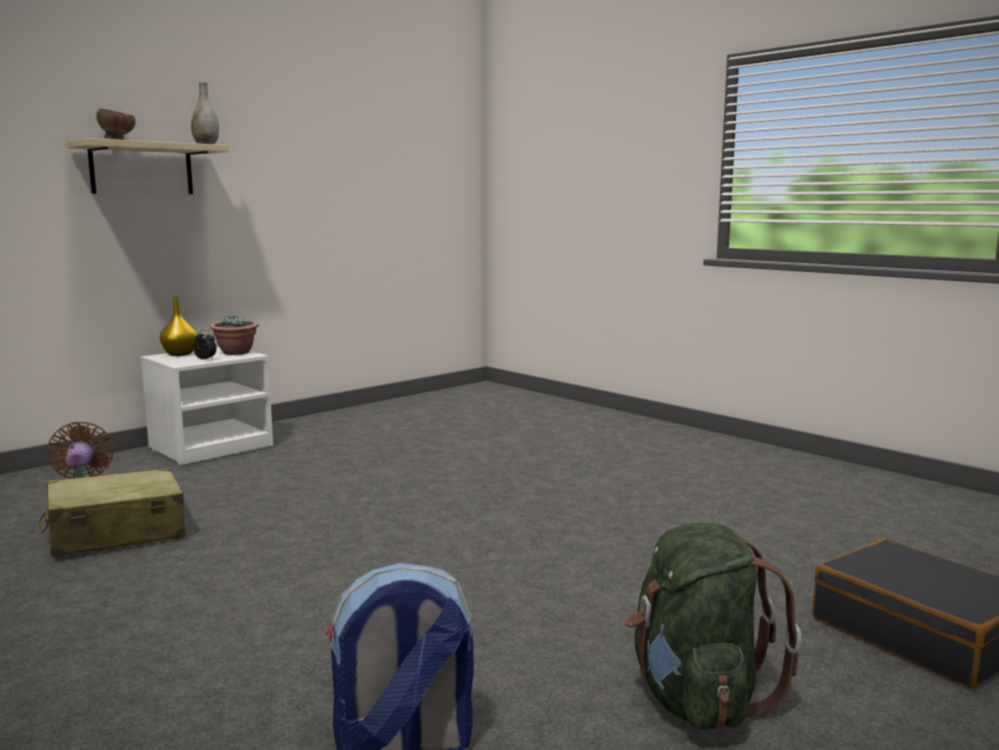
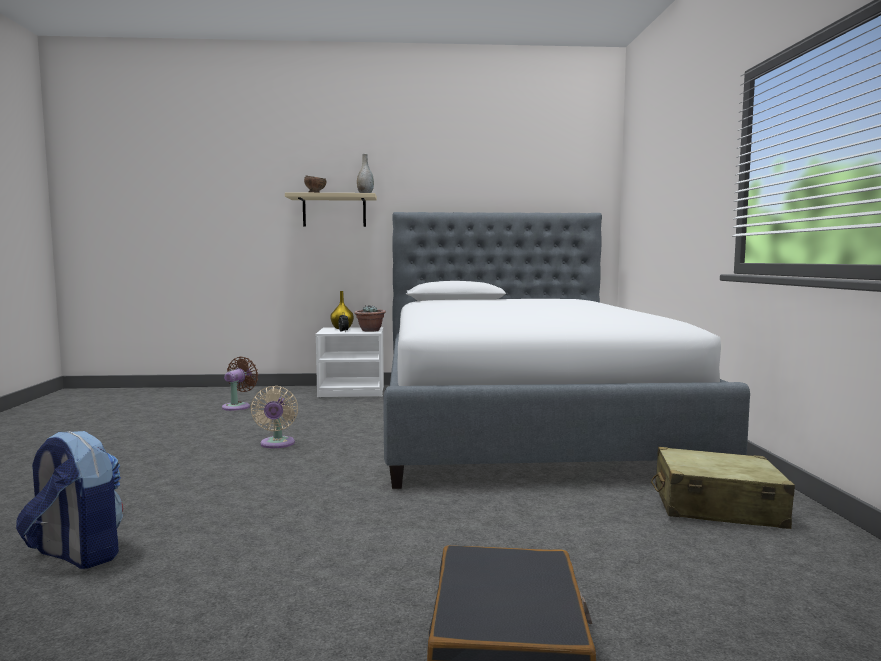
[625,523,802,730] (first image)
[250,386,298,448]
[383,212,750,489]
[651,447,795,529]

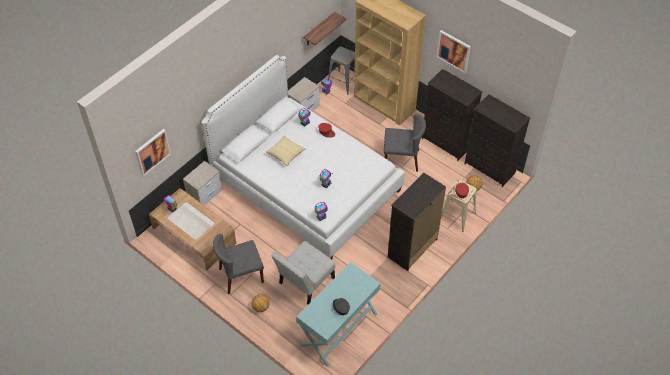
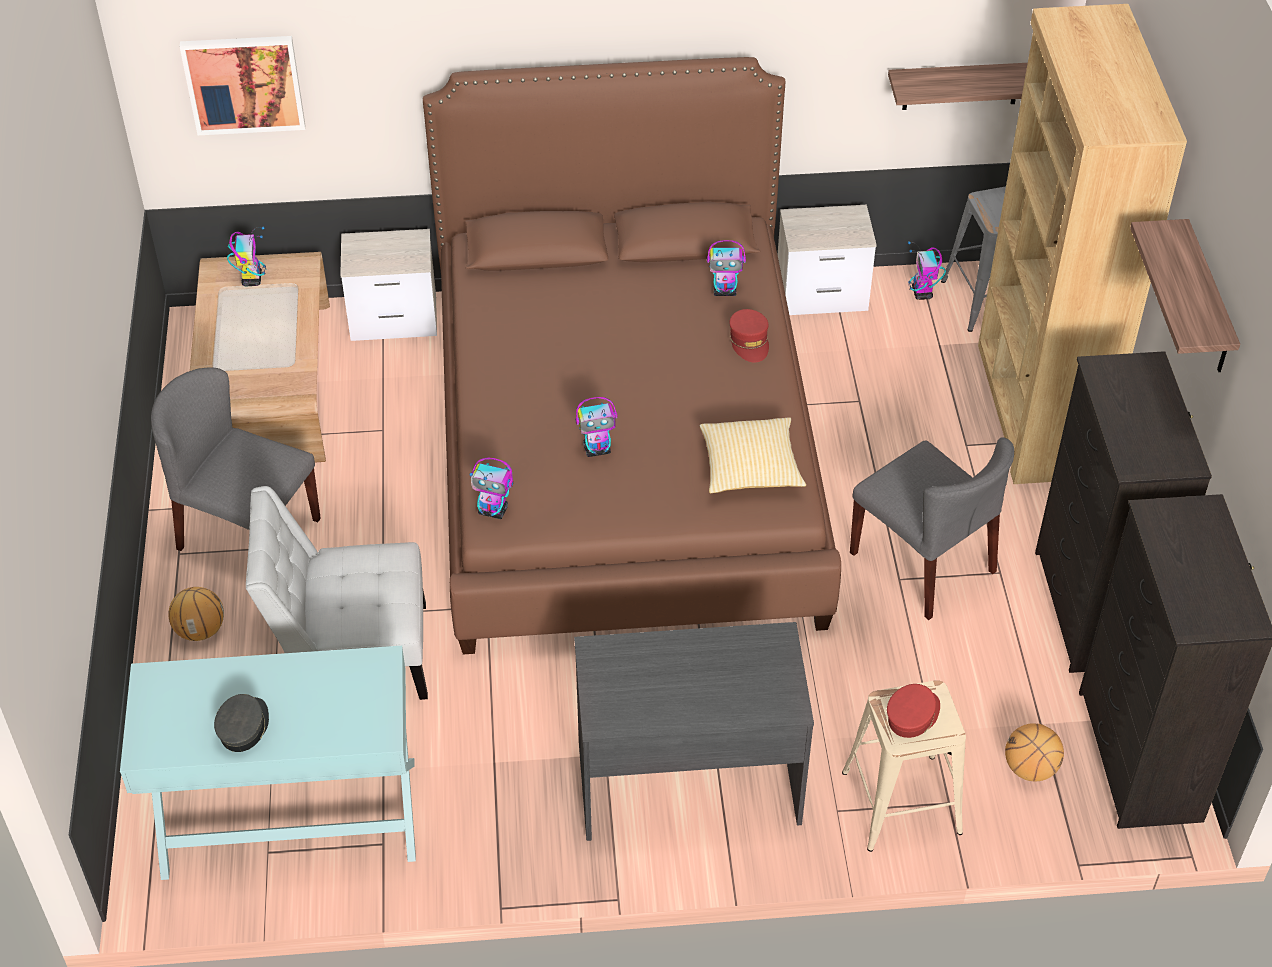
[700,417,806,493]
[574,622,814,841]
[1130,219,1240,372]
[423,57,841,654]

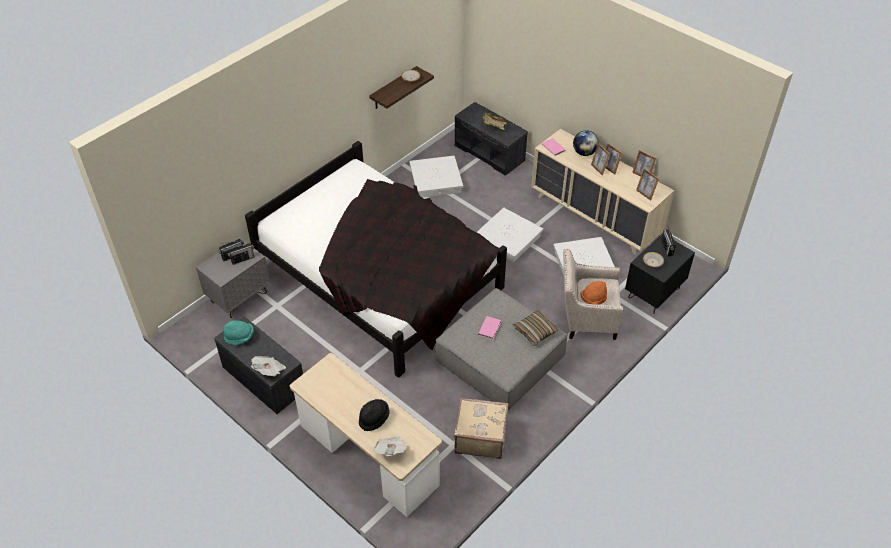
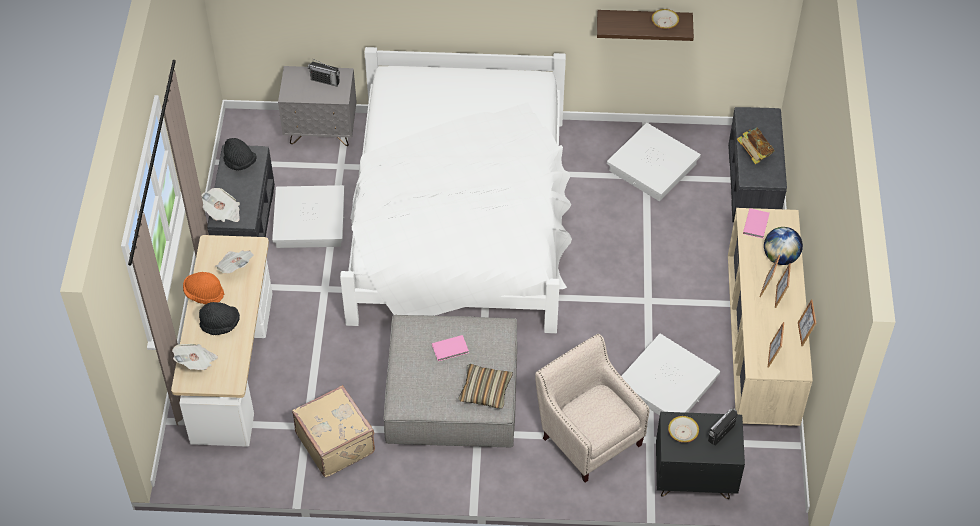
[228,243,254,265] (first image)
[215,250,253,273]
[272,185,345,248]
[183,272,224,304]
[223,138,257,170]
[340,47,572,333]

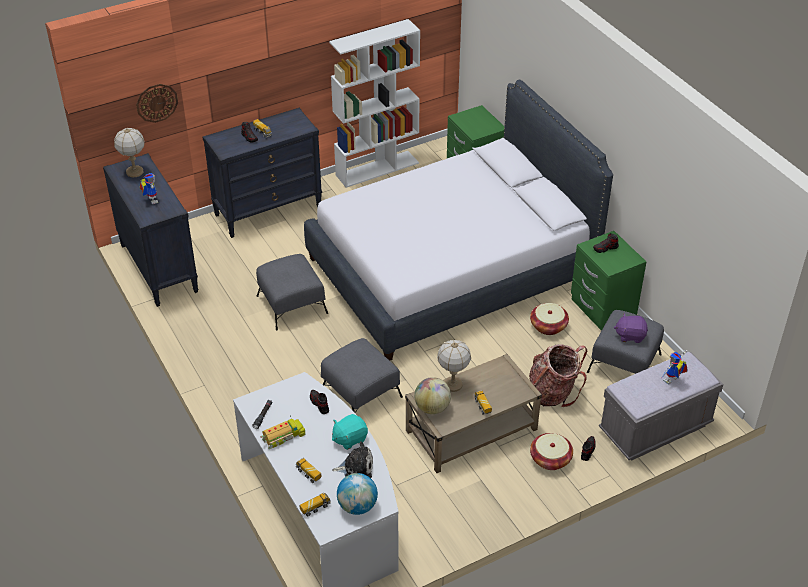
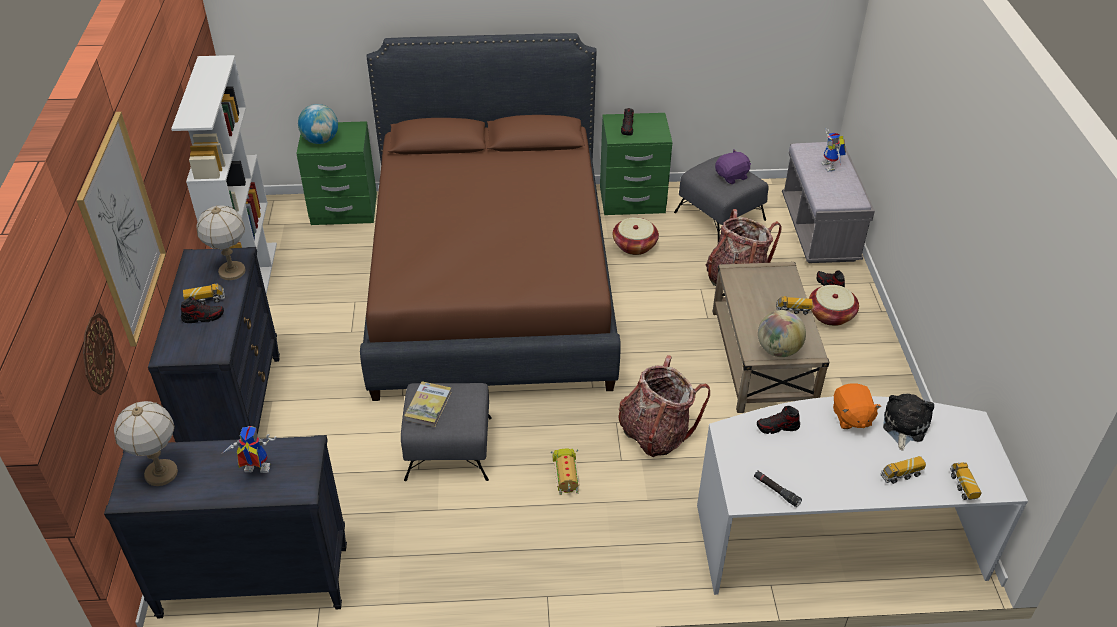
[77,112,166,347]
[404,381,452,427]
[551,449,580,495]
[298,104,338,144]
[197,205,246,280]
[619,355,710,457]
[360,33,621,401]
[833,383,882,429]
[715,150,751,184]

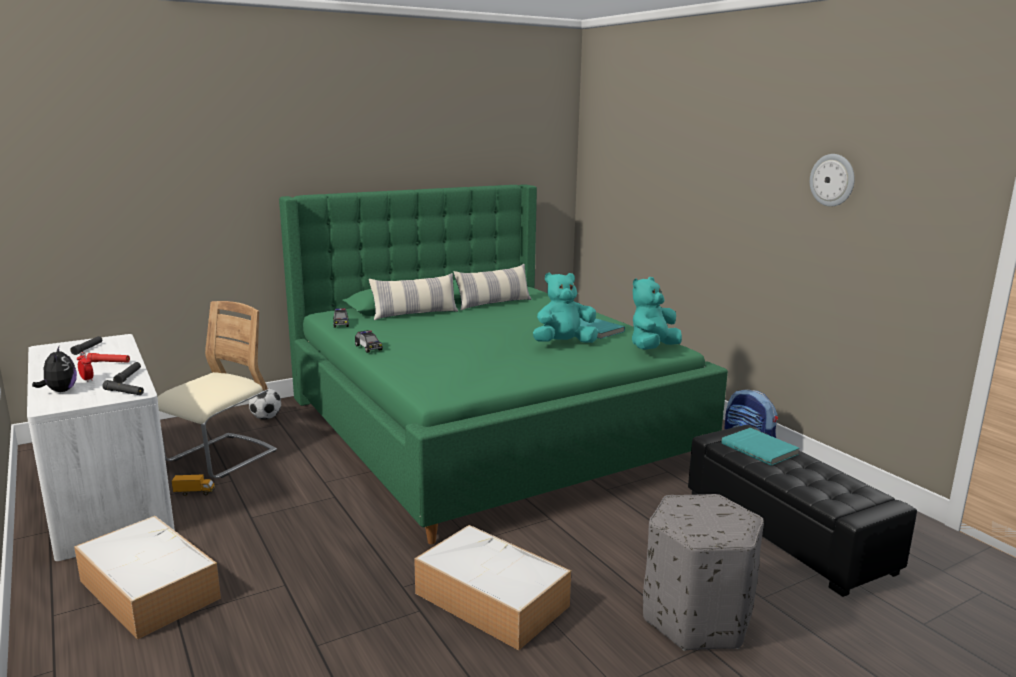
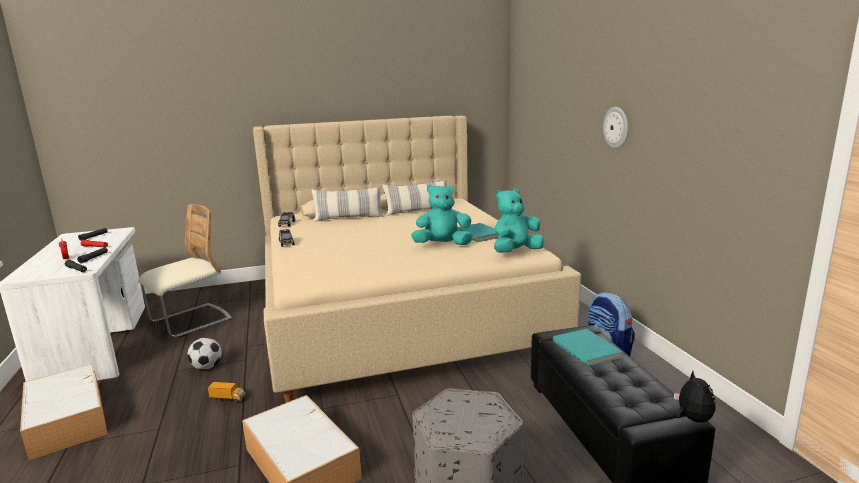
[674,371,715,423]
[208,382,246,403]
[187,337,222,370]
[603,107,628,149]
[253,115,581,403]

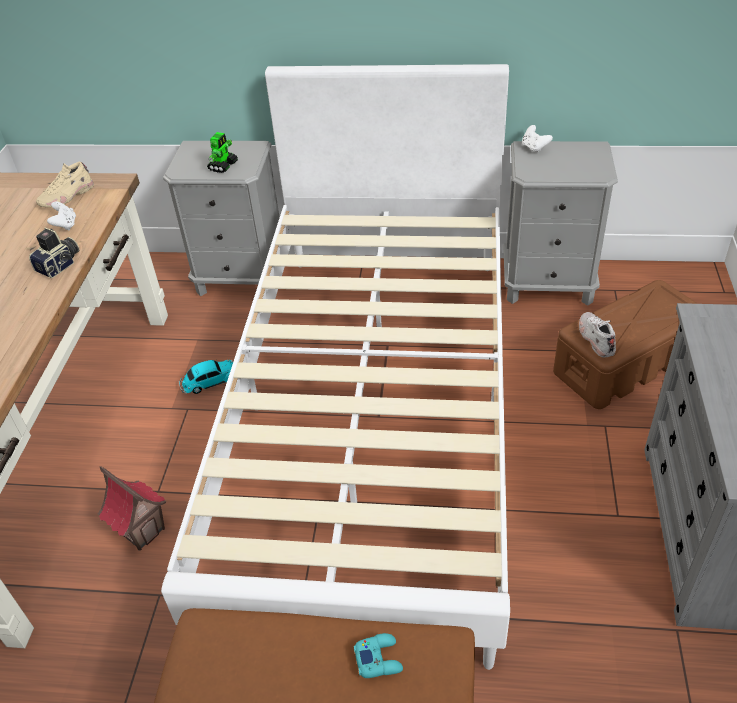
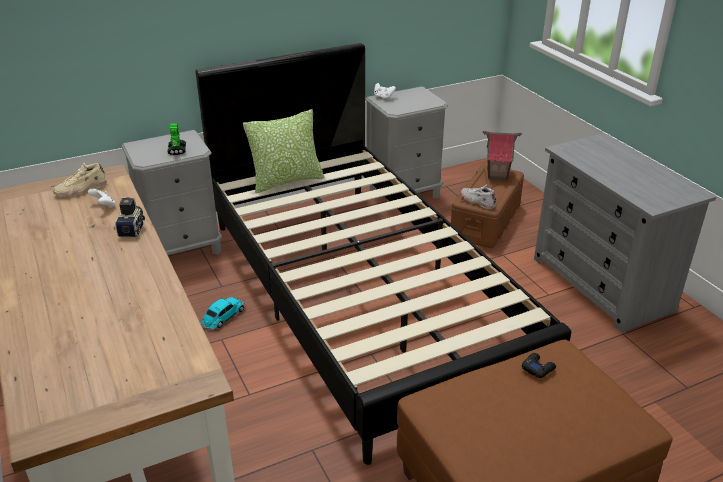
[243,109,325,194]
[483,131,522,180]
[195,43,571,465]
[522,353,556,378]
[53,162,107,197]

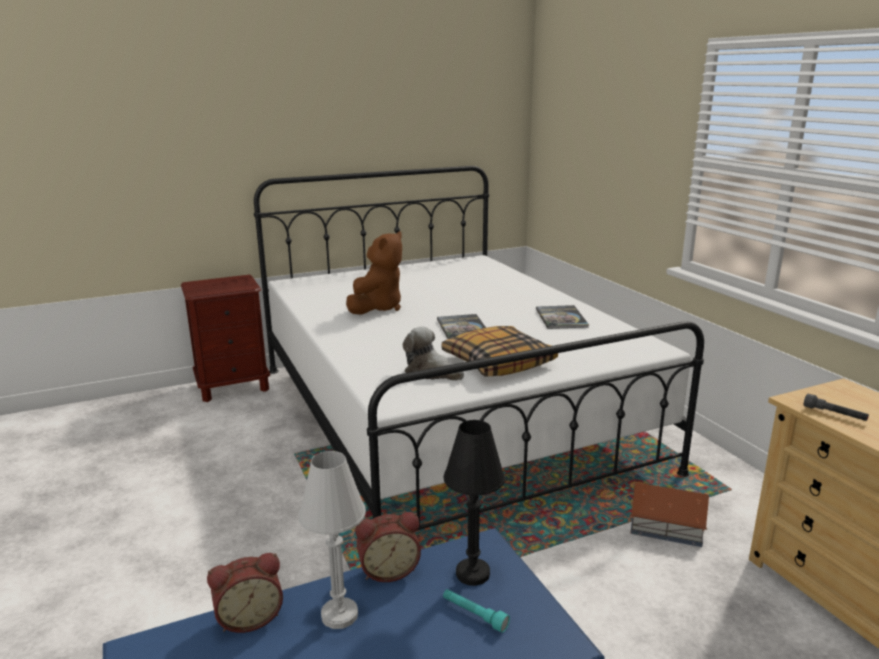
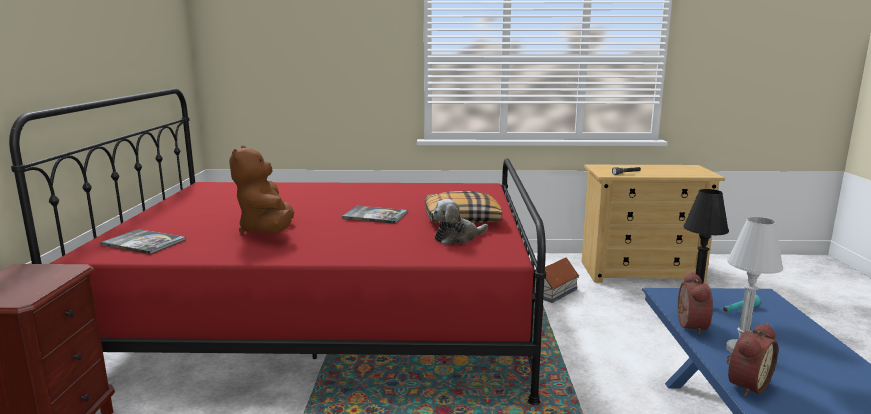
[100,229,185,254]
[9,88,546,405]
[726,323,778,397]
[229,146,294,234]

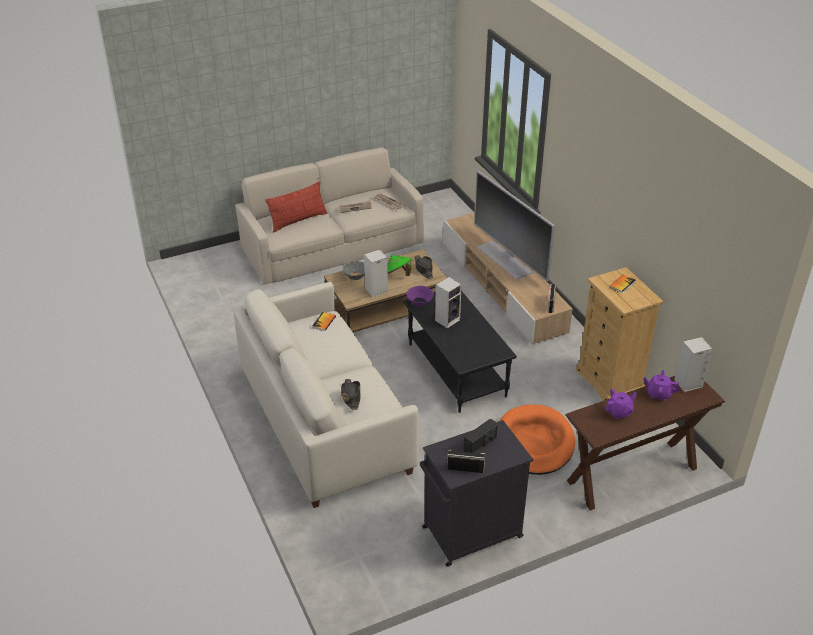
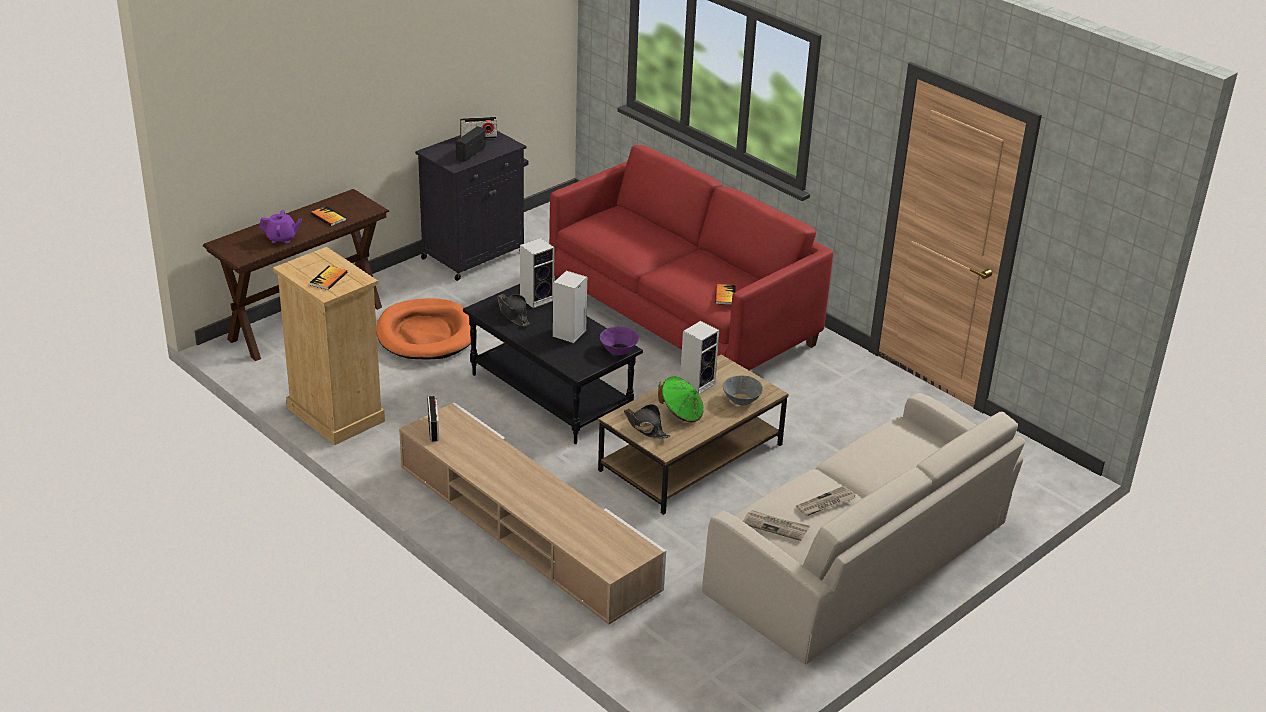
[265,181,328,233] (first image)
[474,170,555,282] (first image)
[497,294,530,327]
[520,238,555,308]
[311,206,346,226]
[549,145,833,370]

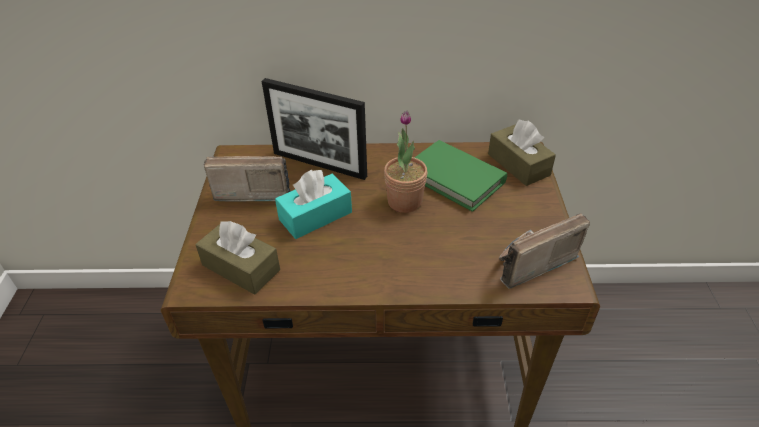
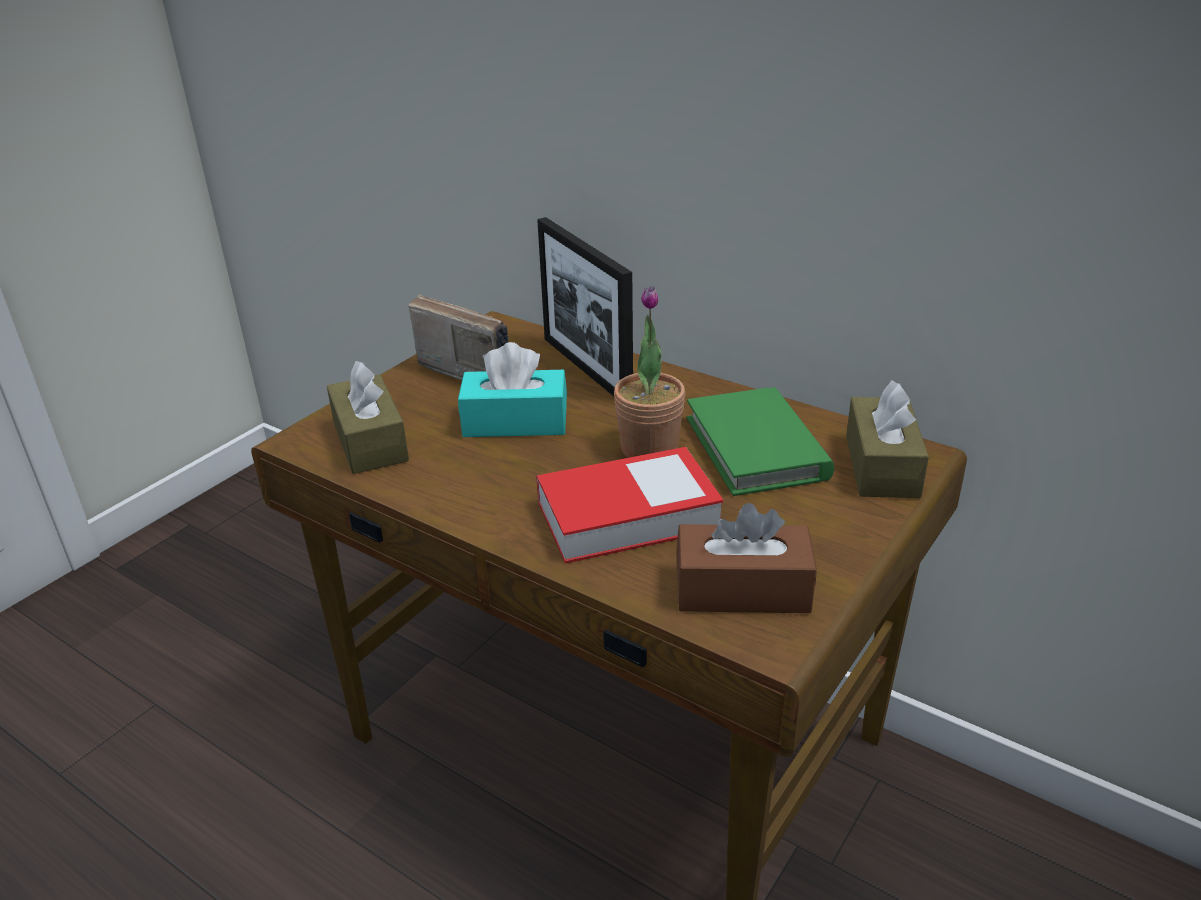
[536,447,723,564]
[676,503,817,613]

